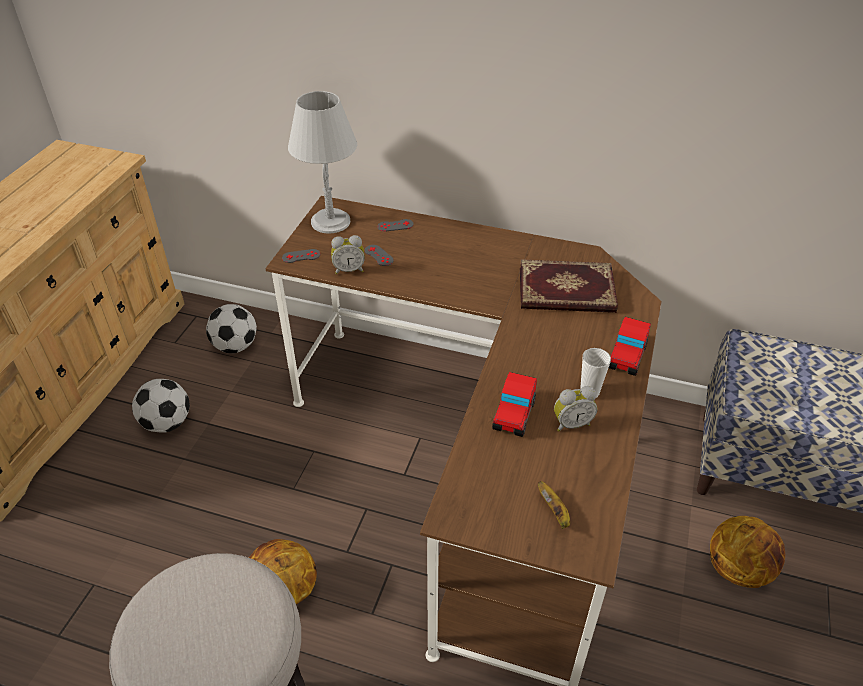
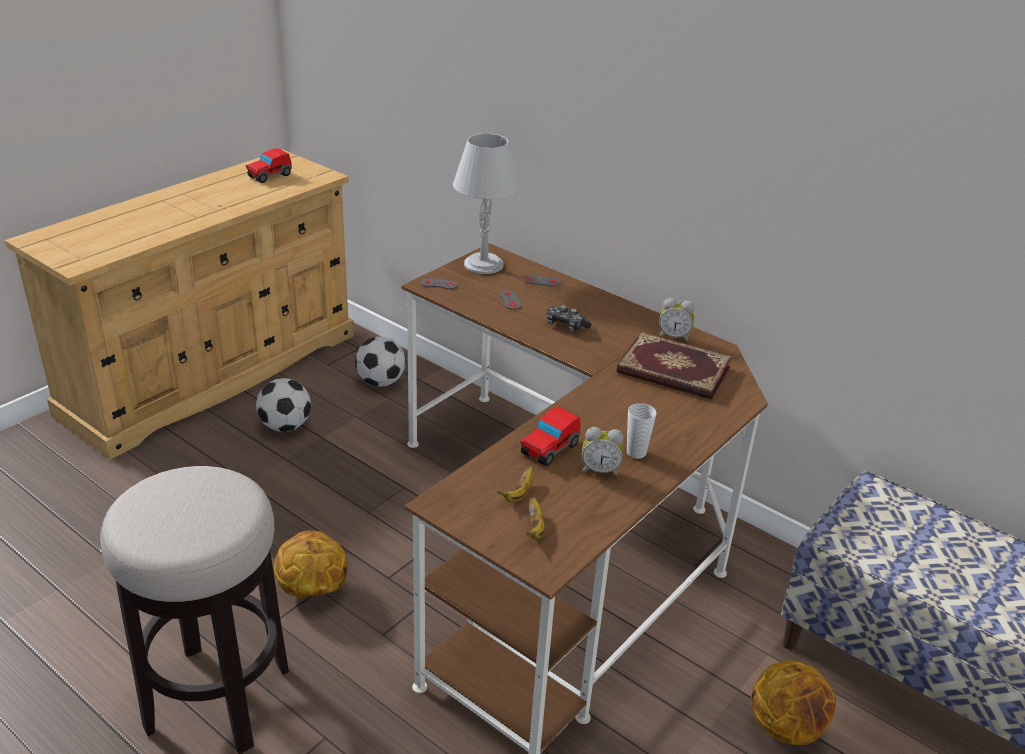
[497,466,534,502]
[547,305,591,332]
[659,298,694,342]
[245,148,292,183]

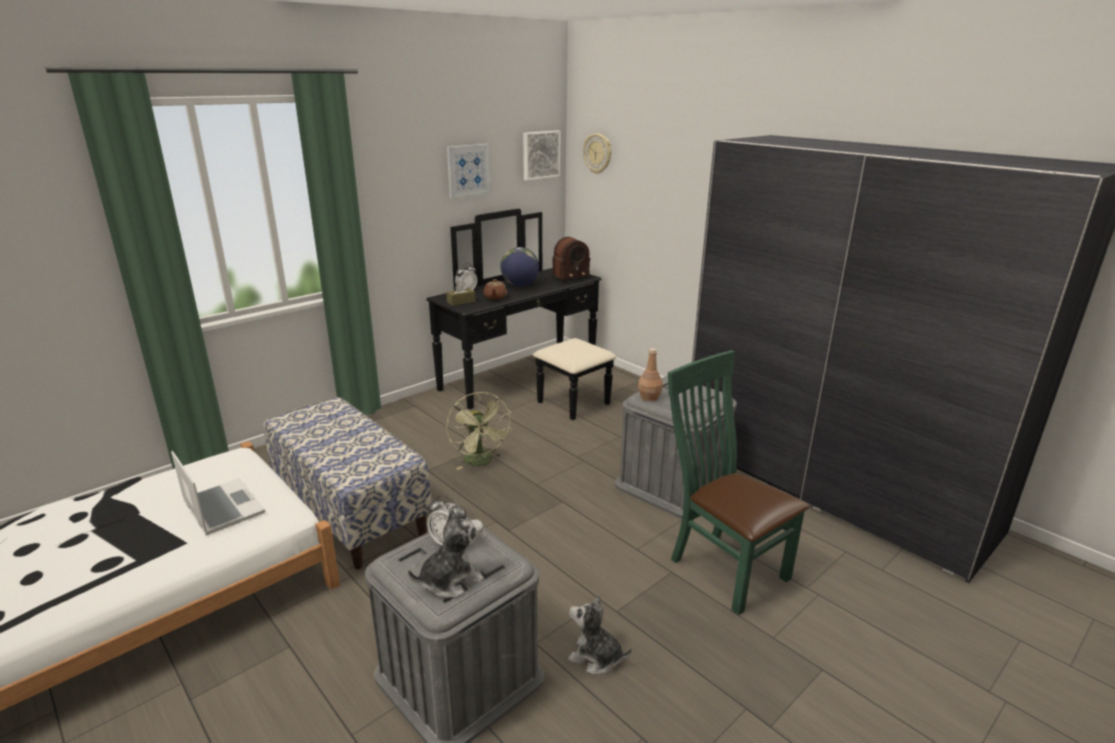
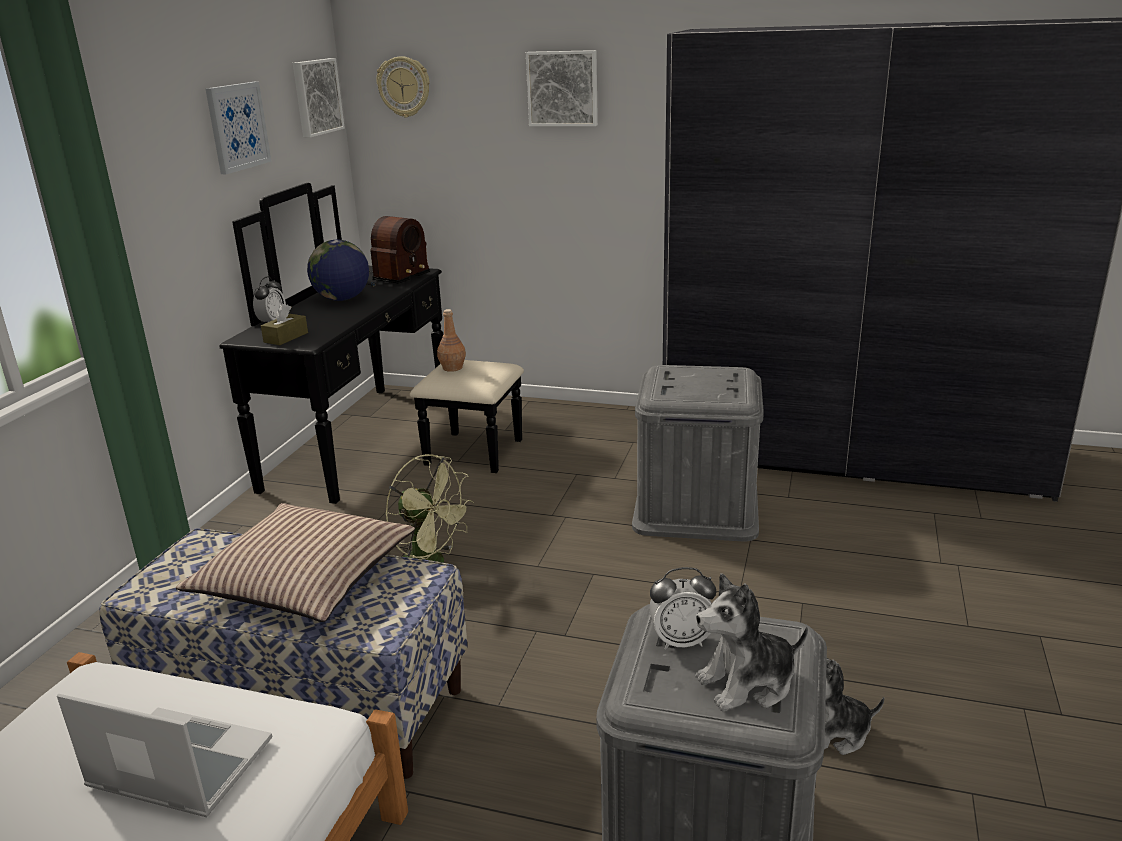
[484,279,507,300] (first image)
[668,350,810,615] (first image)
[176,503,415,622]
[526,50,598,126]
[437,309,466,372]
[695,573,808,711]

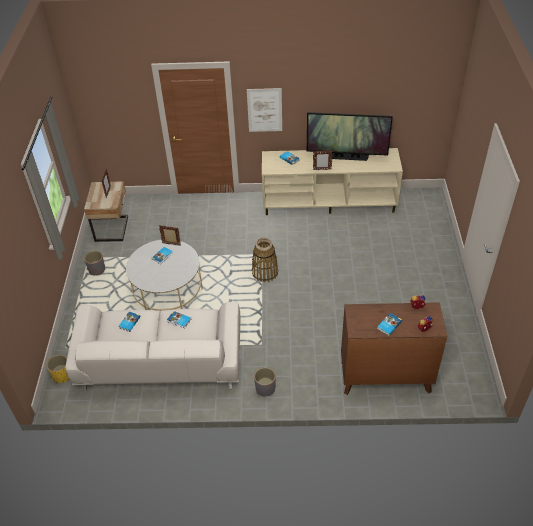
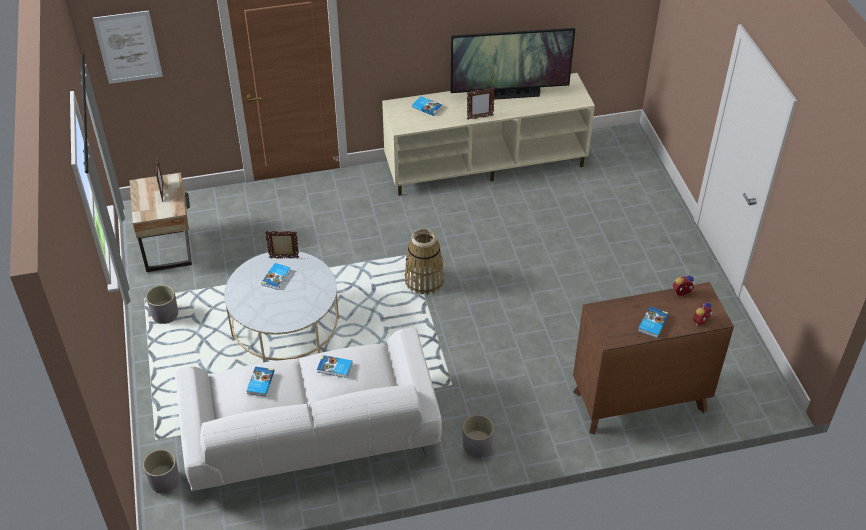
[93,10,163,84]
[143,449,180,493]

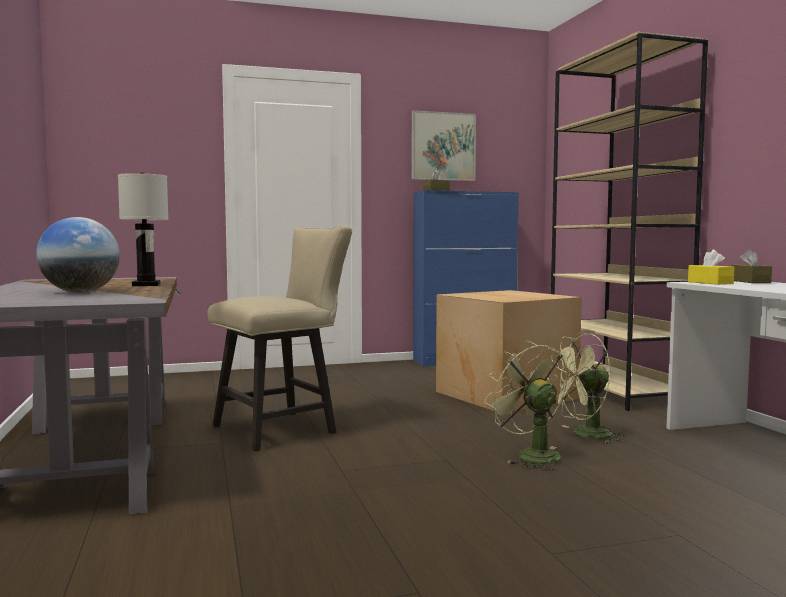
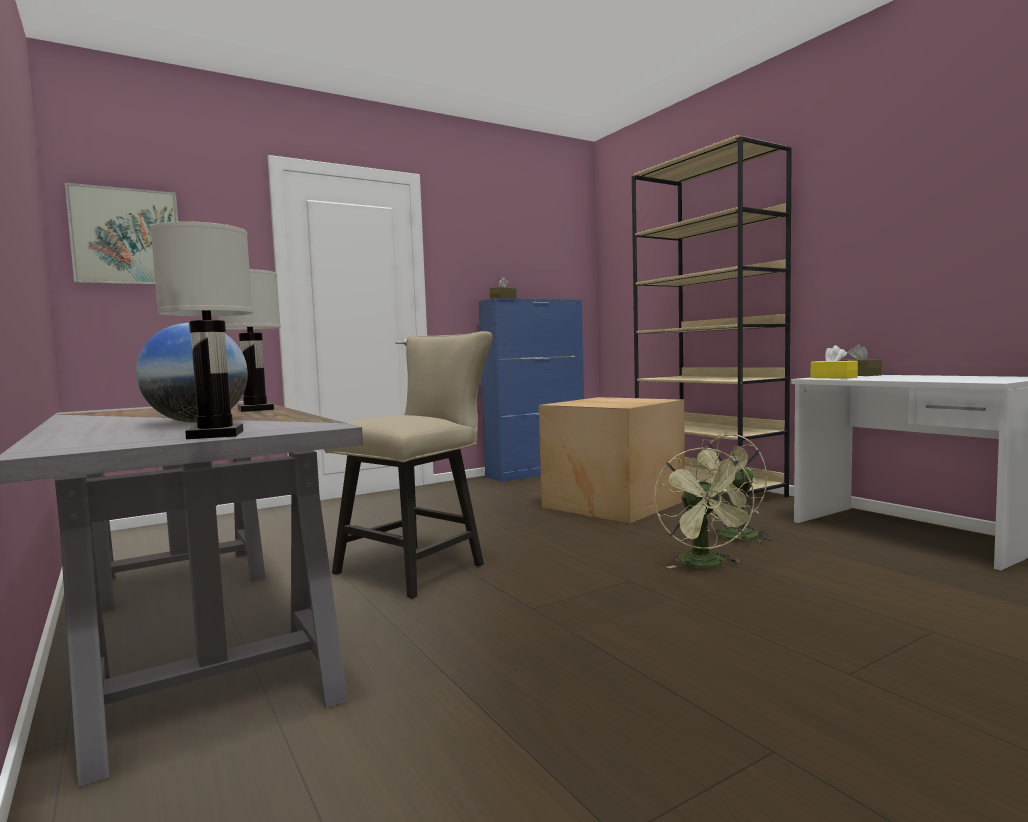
[150,221,253,439]
[65,183,178,285]
[654,447,759,568]

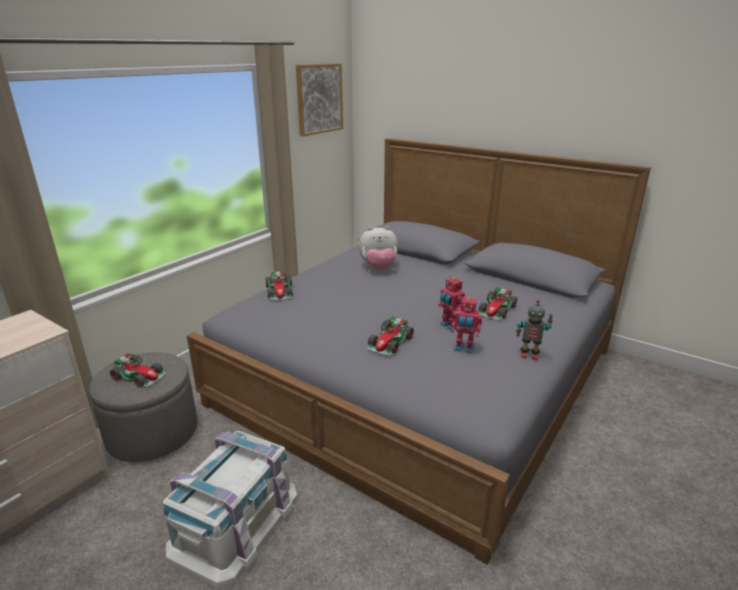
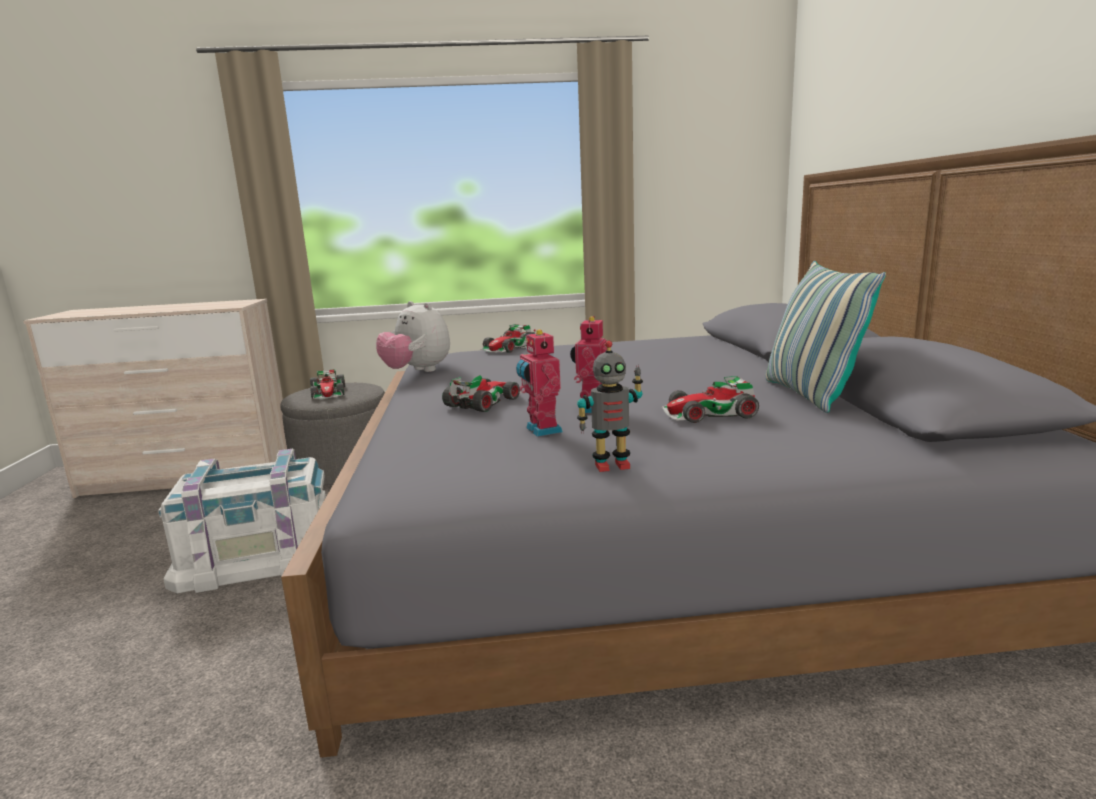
[296,63,343,137] (first image)
[766,261,886,413]
[376,301,450,372]
[442,375,521,412]
[577,340,643,472]

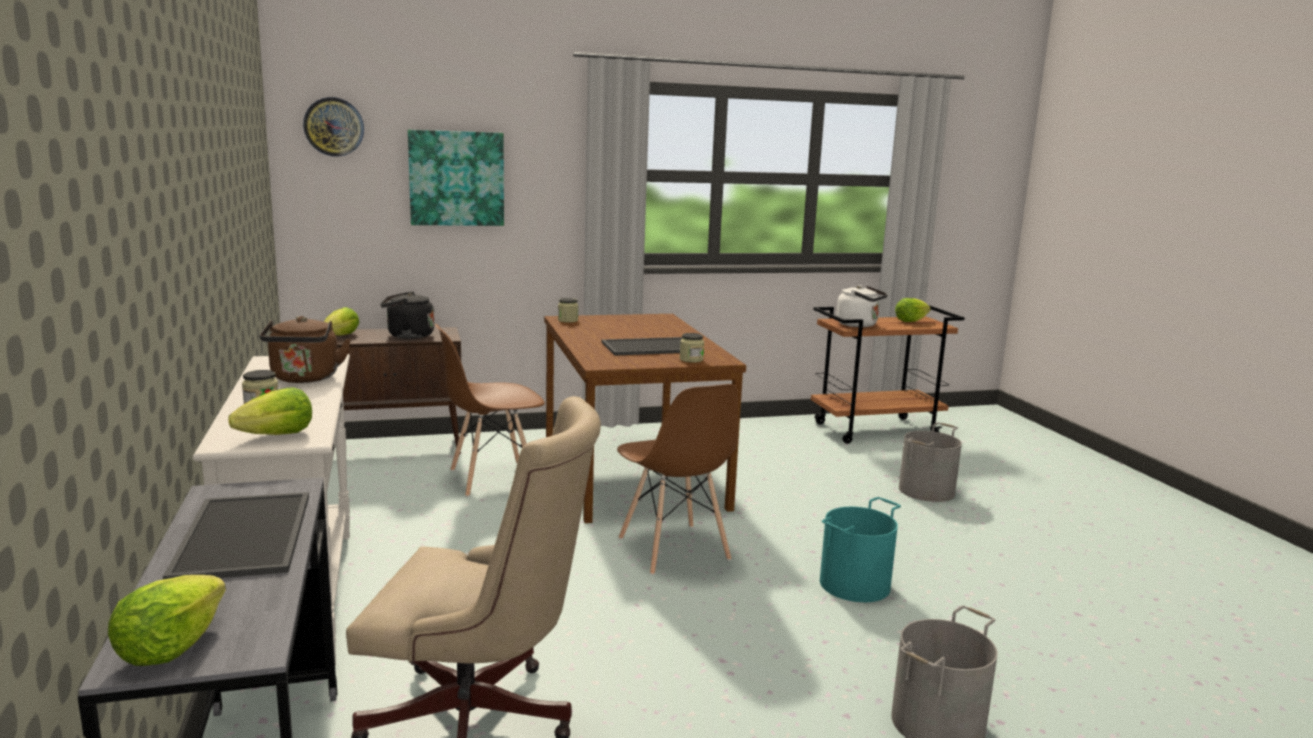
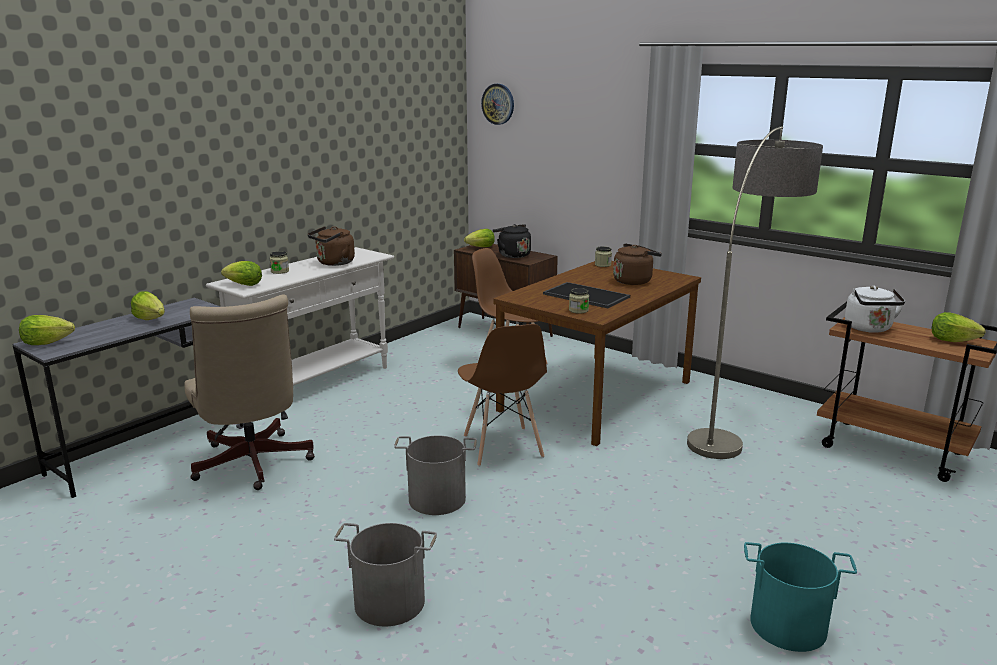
[408,130,504,226] (first image)
[613,244,662,285]
[687,126,823,459]
[744,542,857,652]
[394,435,477,515]
[131,291,165,320]
[458,324,547,467]

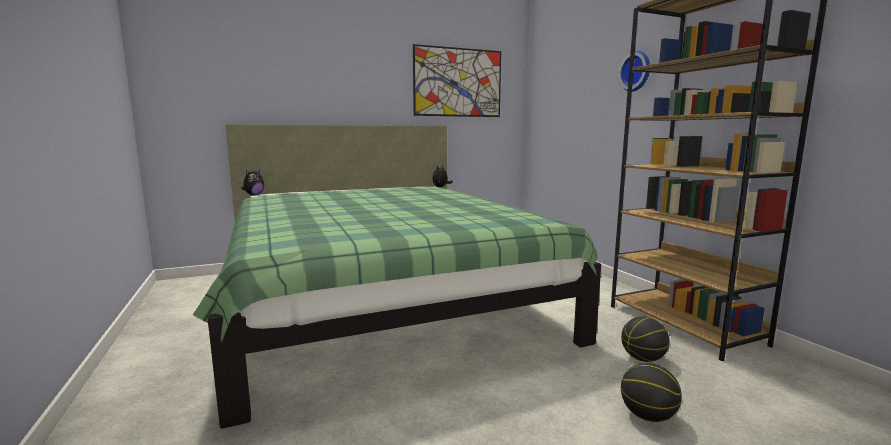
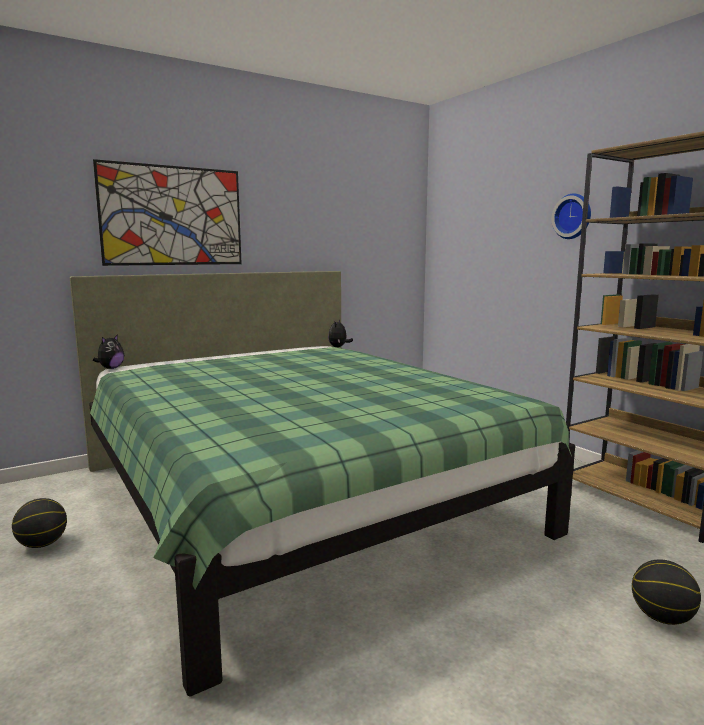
[93,159,242,266]
[12,498,67,548]

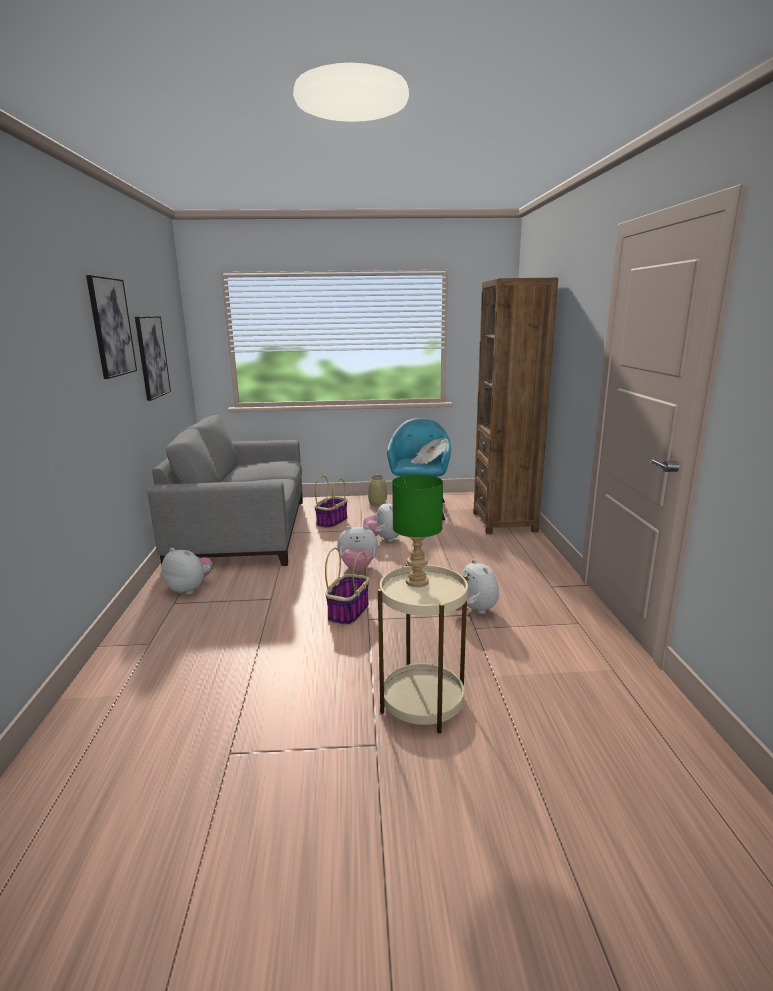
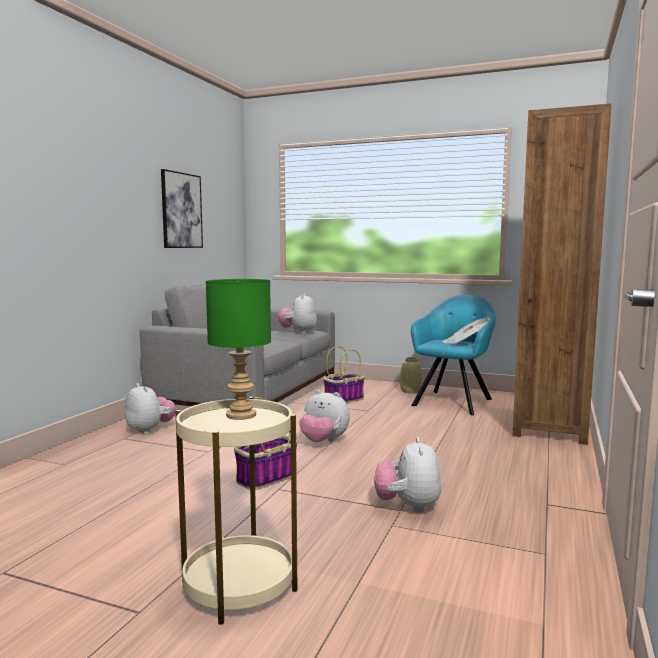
[86,275,137,379] (first image)
[278,294,317,334]

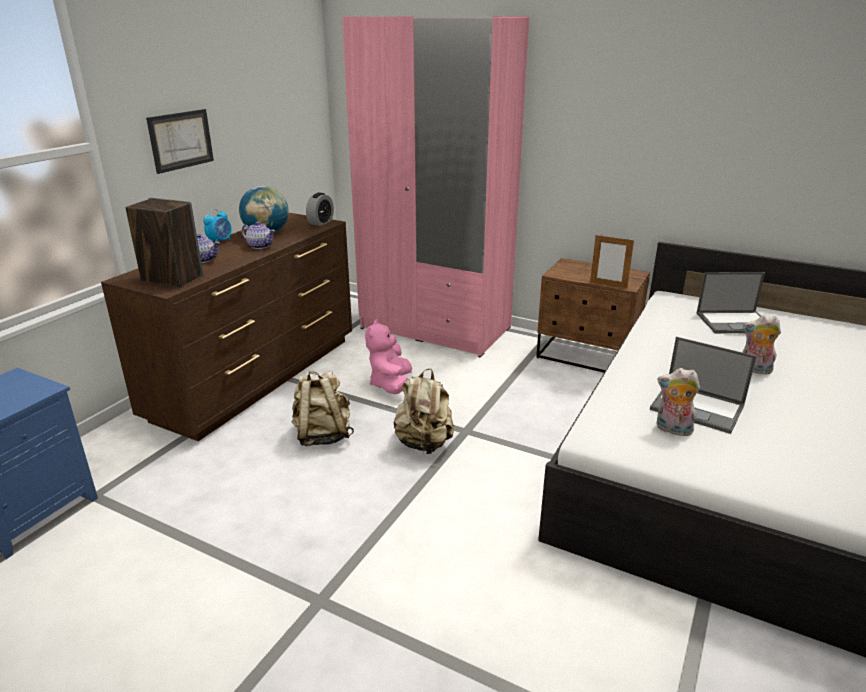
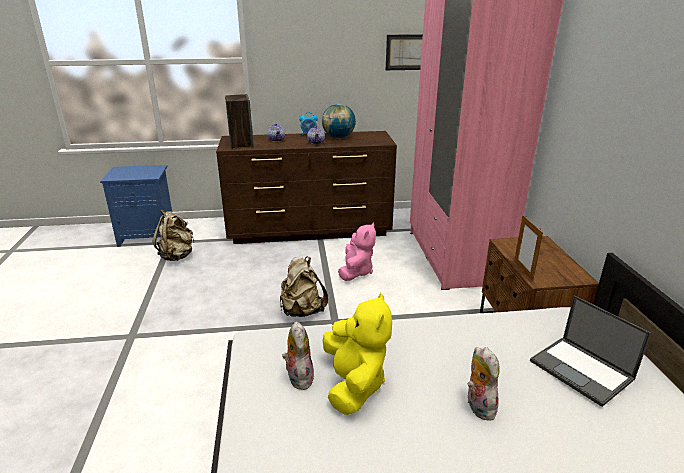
[306,193,334,226] (first image)
[386,34,423,70]
[153,210,194,261]
[323,293,392,415]
[338,223,376,281]

